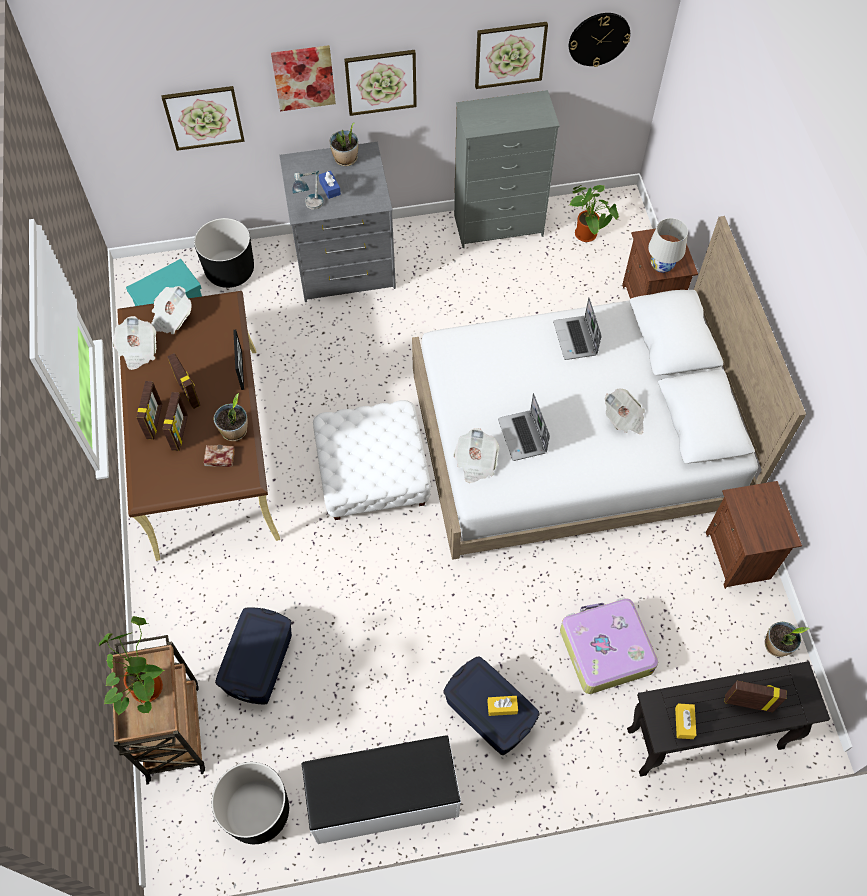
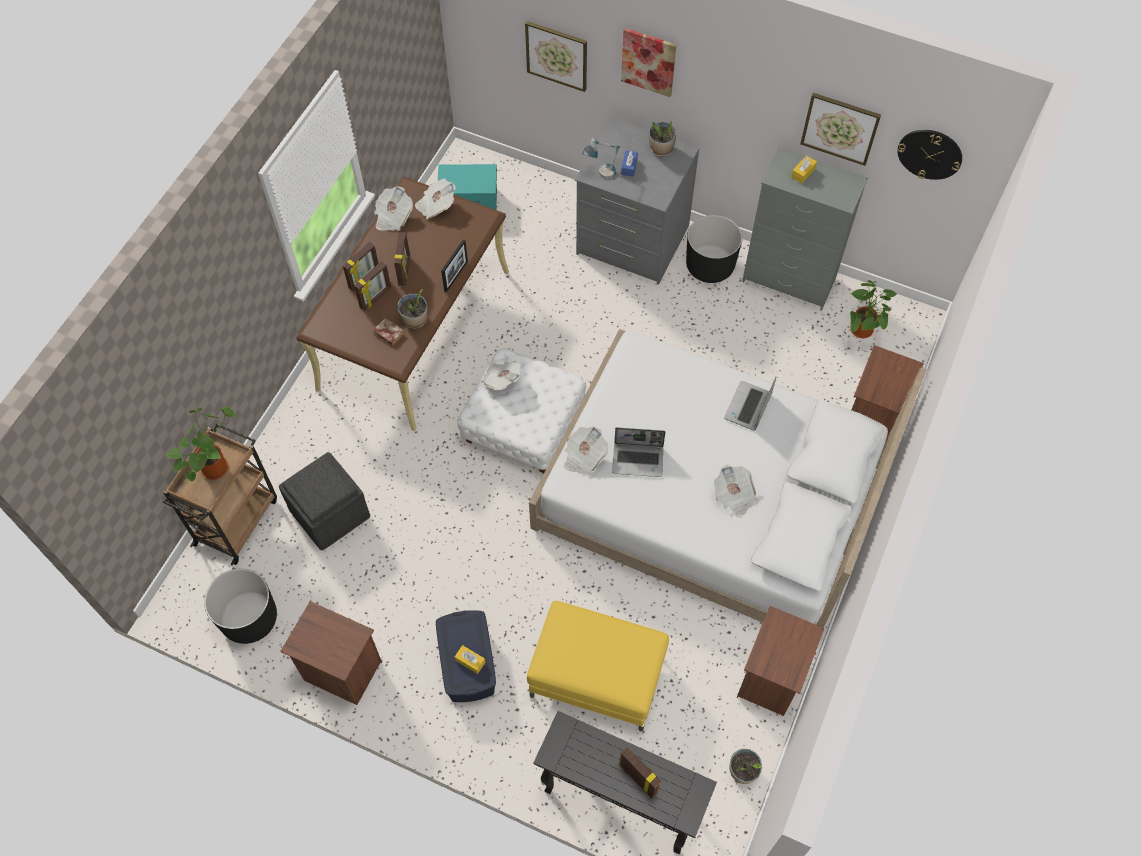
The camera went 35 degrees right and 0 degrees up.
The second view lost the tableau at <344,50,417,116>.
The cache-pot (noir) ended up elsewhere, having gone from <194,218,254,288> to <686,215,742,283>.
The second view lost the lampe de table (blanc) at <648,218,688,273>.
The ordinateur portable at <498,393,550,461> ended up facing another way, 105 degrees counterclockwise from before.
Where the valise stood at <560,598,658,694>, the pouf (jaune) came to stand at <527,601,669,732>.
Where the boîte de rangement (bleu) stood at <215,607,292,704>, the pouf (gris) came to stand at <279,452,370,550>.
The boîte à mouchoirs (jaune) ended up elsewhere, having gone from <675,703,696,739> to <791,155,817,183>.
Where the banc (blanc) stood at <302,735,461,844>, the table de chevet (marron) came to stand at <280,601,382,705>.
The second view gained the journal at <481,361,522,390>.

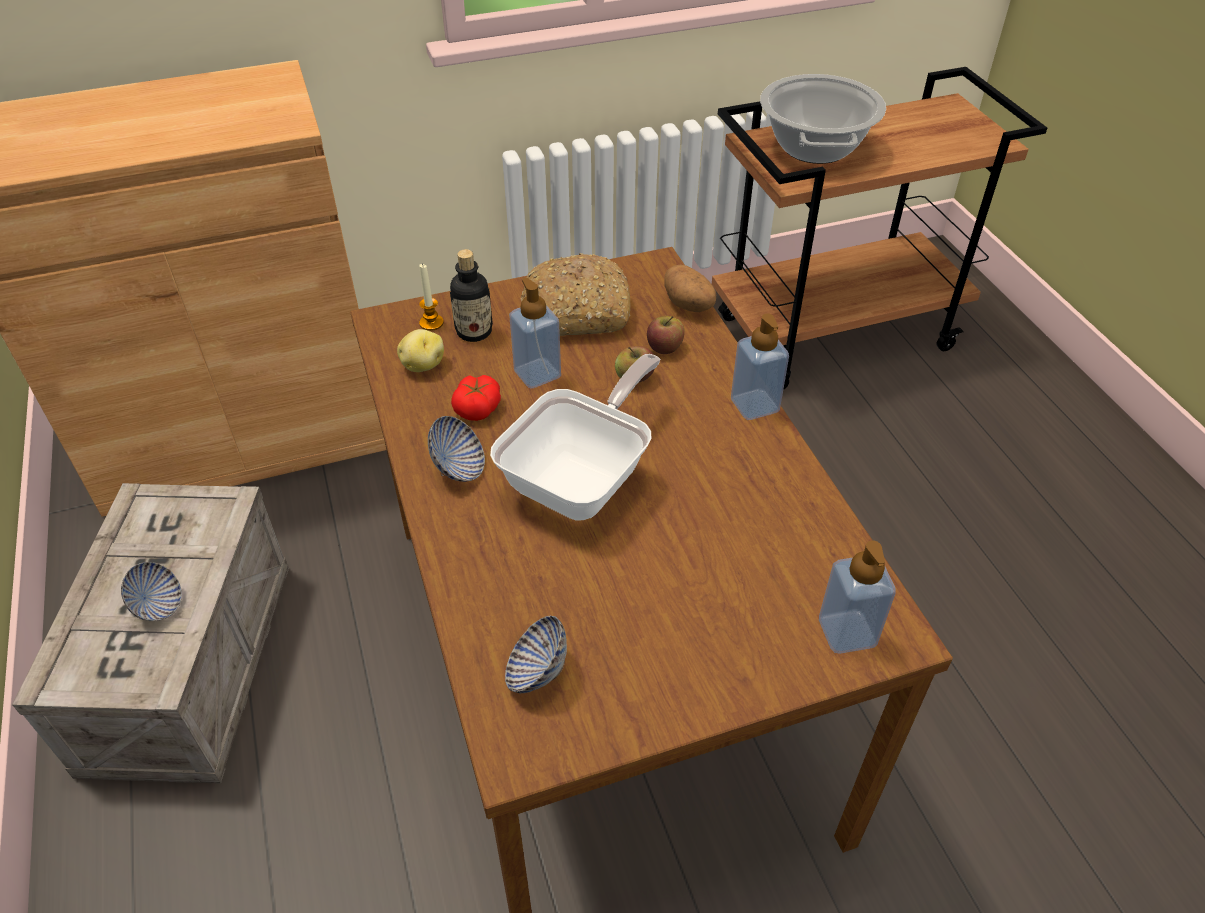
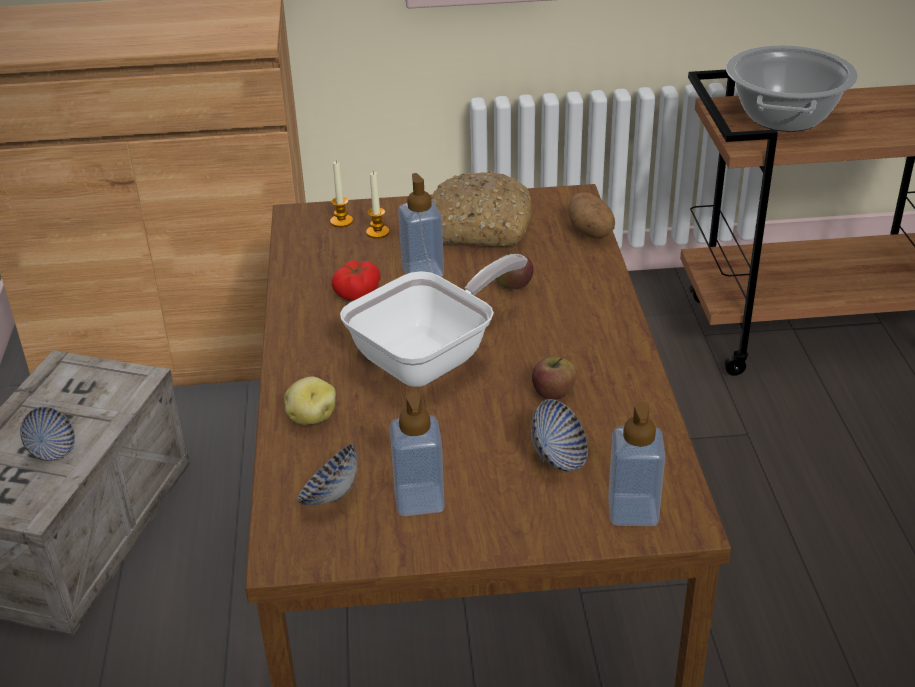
The camera went 15 degrees right and 10 degrees down.
Where the bouteille stood at <450,249,493,342>, the bougie came to stand at <366,171,390,239>.
The distributeur de savon ended up elsewhere, having gone from <731,314,789,420> to <390,392,445,516>.
The pomme ended up elsewhere, having gone from <647,316,685,354> to <532,357,576,400>.
The pomme de terre ended up elsewhere, having gone from <397,329,444,372> to <284,377,336,425>.
The bol ended up elsewhere, having gone from <428,416,485,482> to <531,399,588,471>.

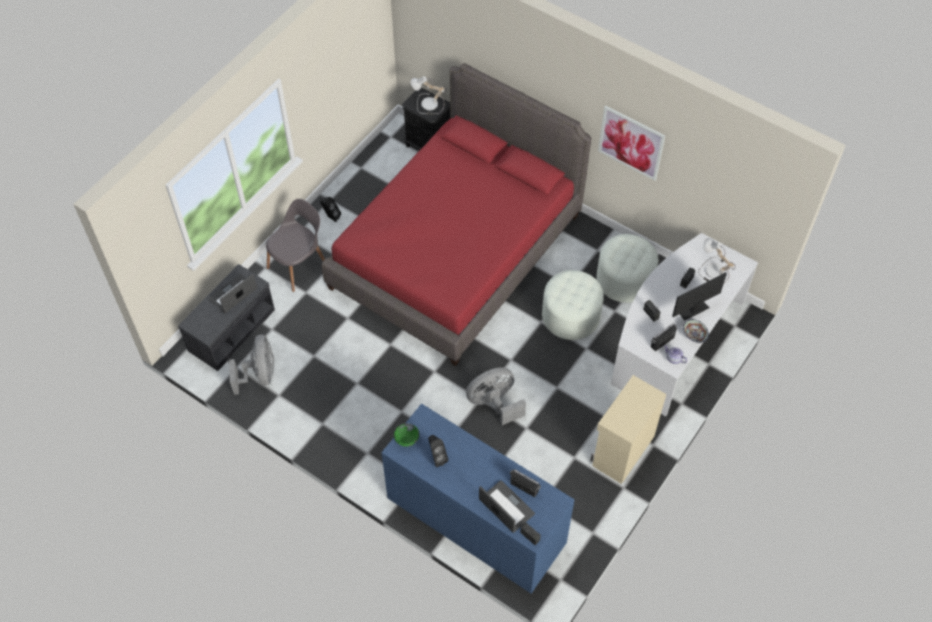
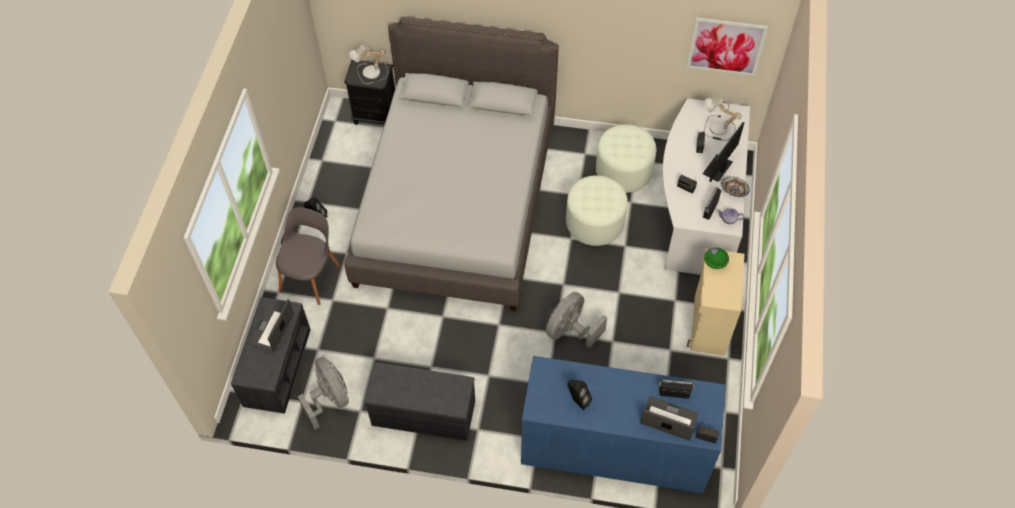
The camera went 25 degrees left and 0 degrees up.
What was the lit (rouge) at <321,63,592,366> turned into the lit (gris) at <344,17,559,311>.
The tableau ended up elsewhere, having gone from <598,105,665,181> to <686,18,768,76>.
The bol (vert) ended up elsewhere, having gone from <394,423,419,447> to <704,247,729,269>.
The second view gained the banc (gris) at <365,362,475,441>.

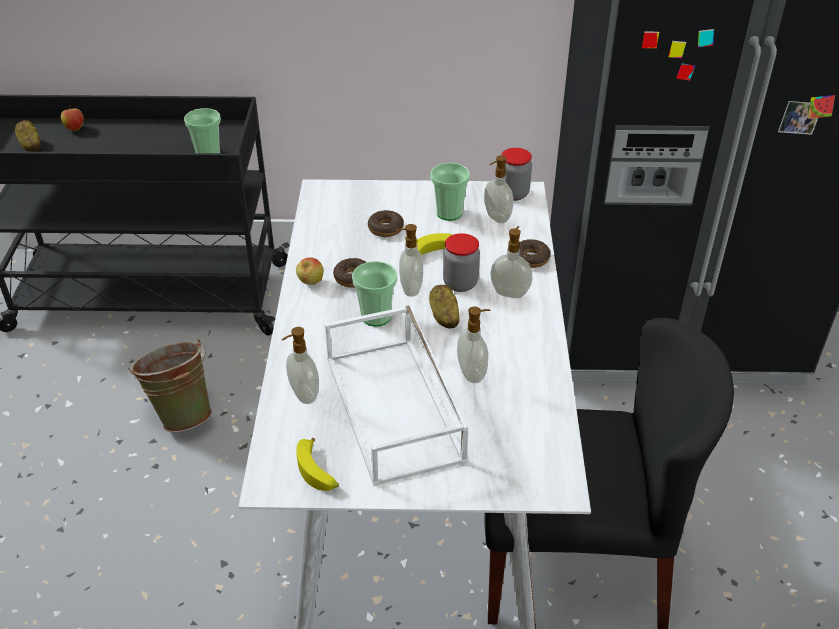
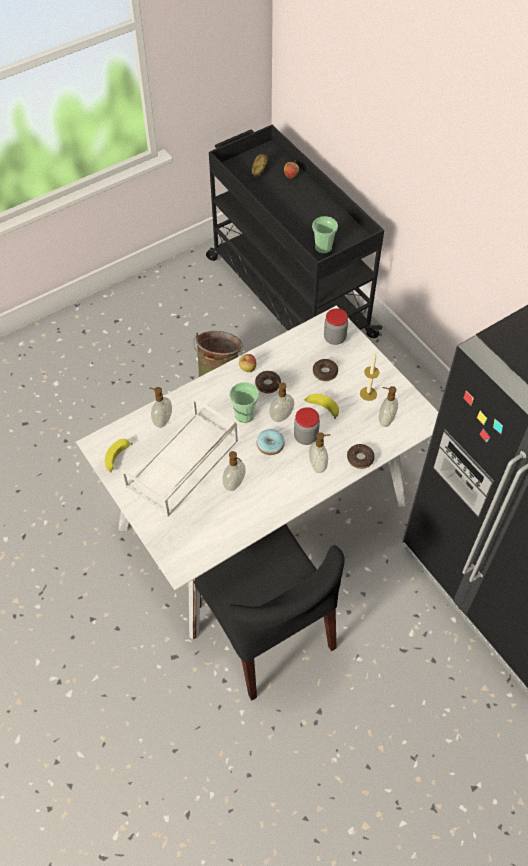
The camera went 55 degrees right and 15 degrees up.
The bocal ended up elsewhere, having gone from <501,148,532,201> to <324,308,348,345>.
Where the tasse stood at <431,163,470,221>, the bougie came to stand at <360,354,379,401>.
Where the pomme de terre stood at <429,285,460,329>, the beignet came to stand at <256,429,285,455>.

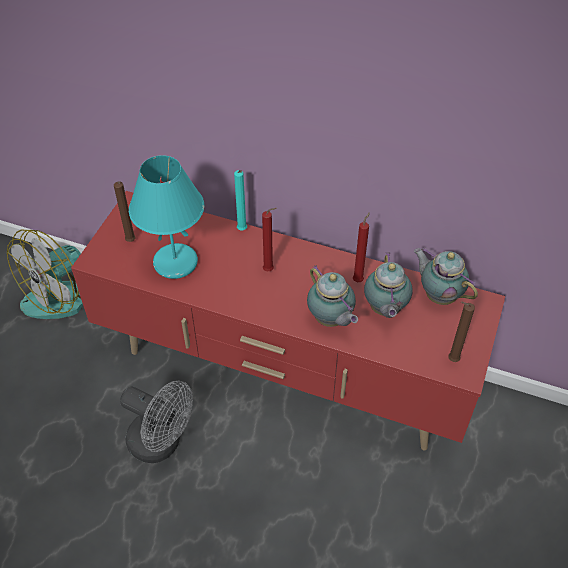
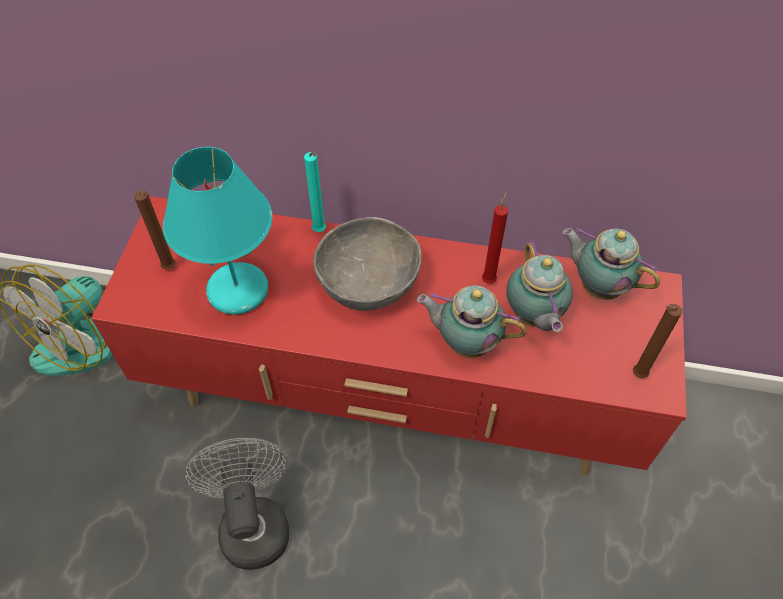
The camera went 10 degrees left and 5 degrees up.
Where the bougie (rouge) stood at <262,208,277,271>, the bol (gris) came to stand at <313,217,421,311>.
The théière at <307,265,358,327> ended up facing another way, 150 degrees clockwise from before.
The ventilateur (gris) at <120,381,193,463> ended up facing another way, 120 degrees counterclockwise from before.

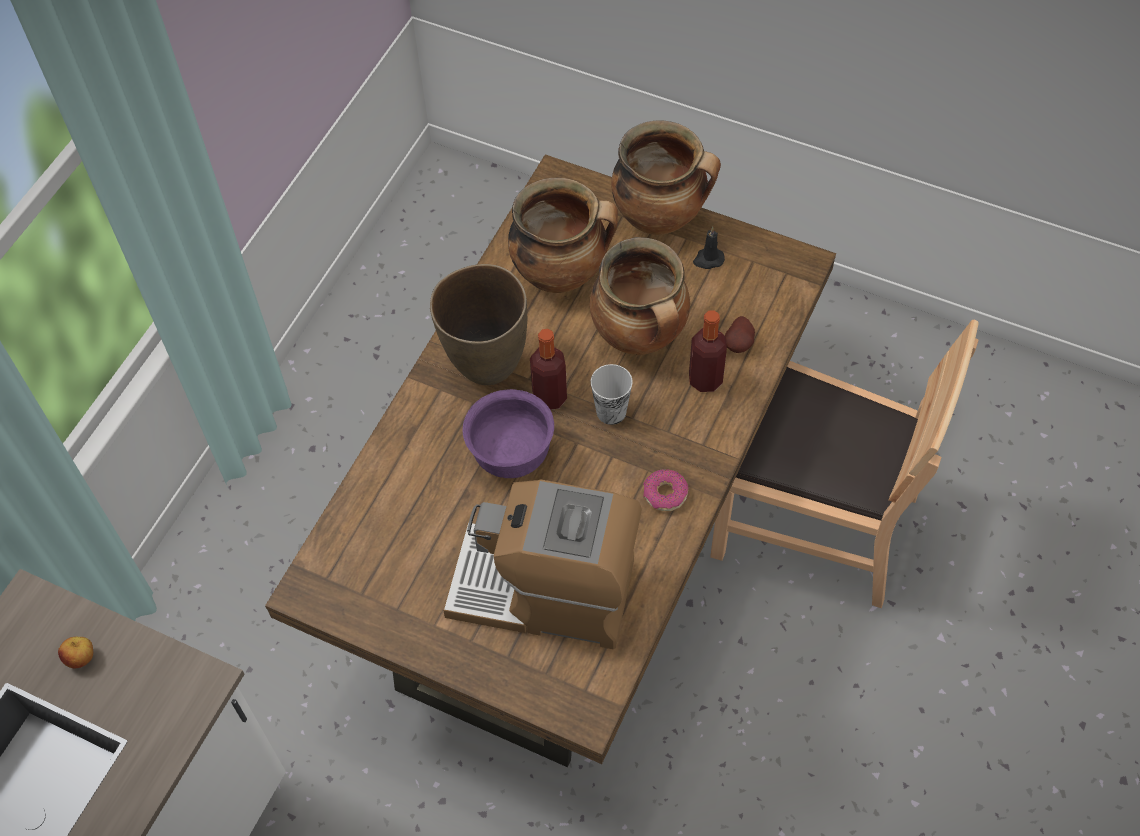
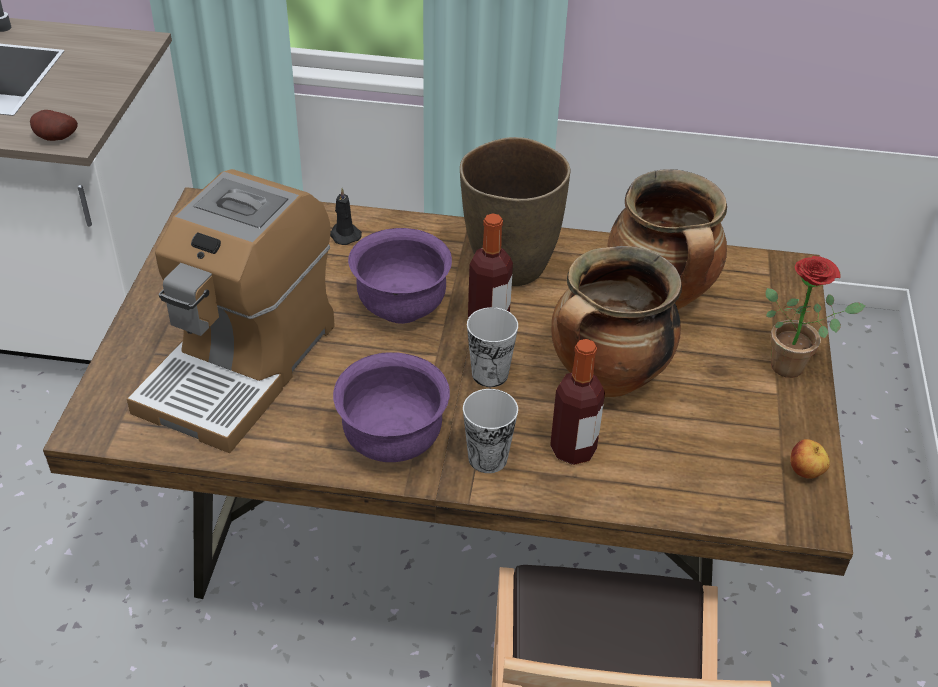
The camera went 70 degrees right and 15 degrees down.
Where the marmite stood at <611,120,721,235>, the plante en pot came to stand at <765,256,866,378>.
The bougie (noir) ended up elsewhere, having gone from <693,227,725,269> to <330,188,362,245>.
The pomme de terre ended up elsewhere, having gone from <725,316,755,353> to <30,110,78,141>.
Where the beignet stood at <643,469,688,511>, the bol (violet) came to stand at <333,352,450,462>.
The machine à café at <443,480,642,649> ended up facing another way, 150 degrees counterclockwise from before.
The pomme ended up elsewhere, having gone from <58,637,93,668> to <791,439,830,479>.
The second view gained the tasse at <463,389,518,473>.

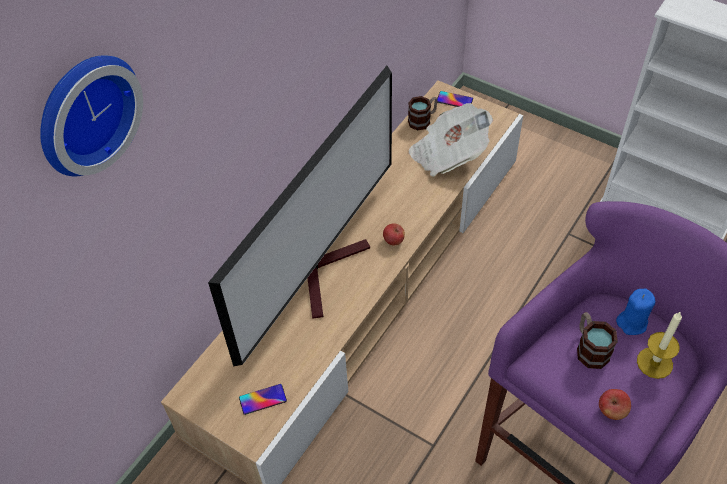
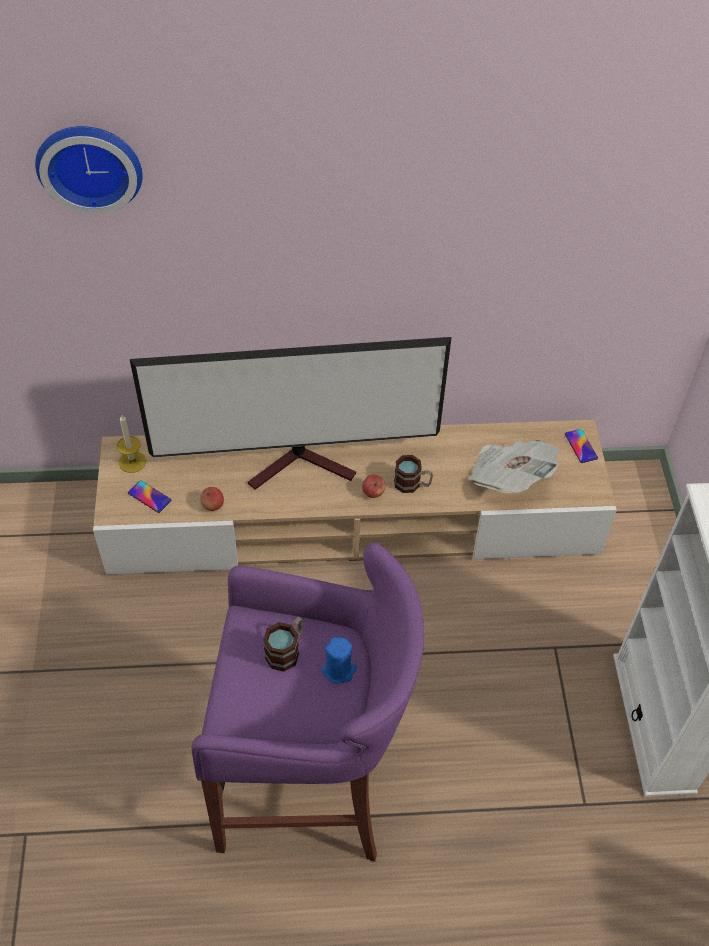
The camera went 50 degrees right and 0 degrees up.
The mug ended up elsewhere, having gone from <408,96,438,131> to <394,455,433,493>.
The bougie ended up elsewhere, having gone from <637,311,682,379> to <117,415,146,473>.
The pomme ended up elsewhere, having gone from <599,389,631,420> to <200,487,224,511>.

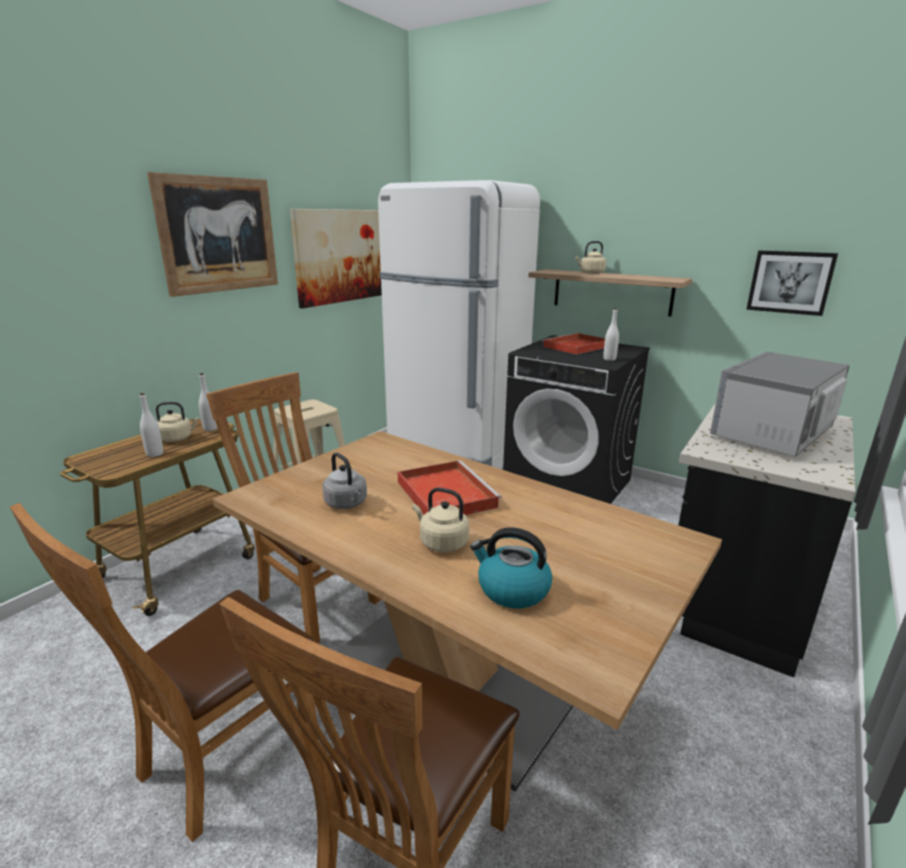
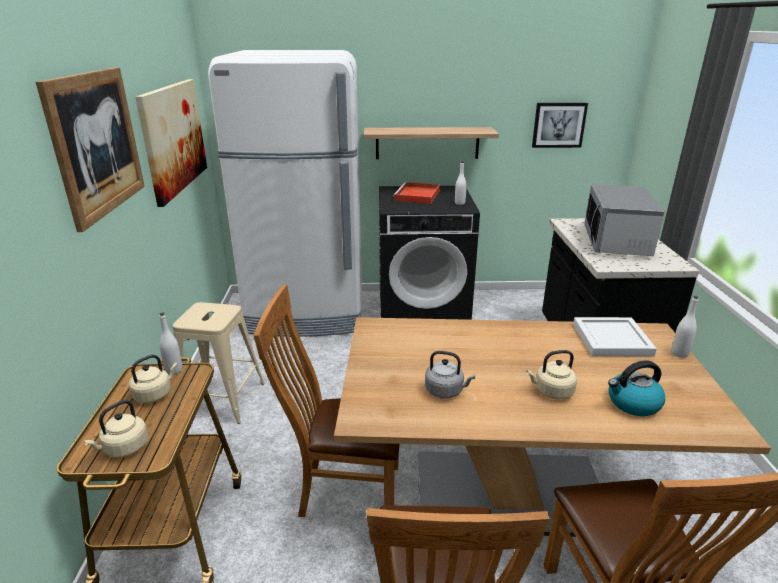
The camera went 35 degrees left and 5 degrees up.
The bouilloire (beige) ended up elsewhere, having gone from <575,241,606,274> to <84,400,148,458>.
The bouteille (blanc) ended up elsewhere, having gone from <140,393,163,457> to <671,296,699,358>.
The second view lost the plateau (rouge) at <398,460,502,515>.
The second view gained the plateau (blanc) at <573,317,657,356>.

